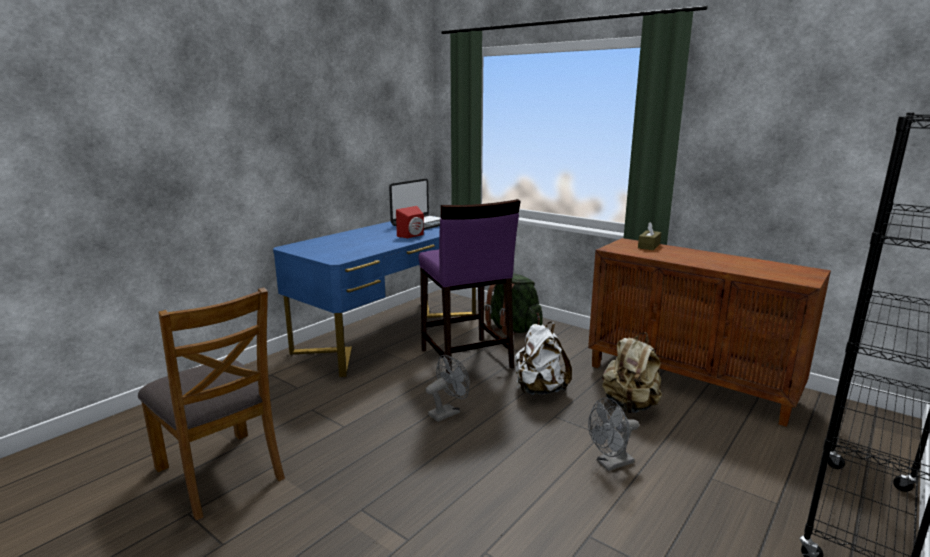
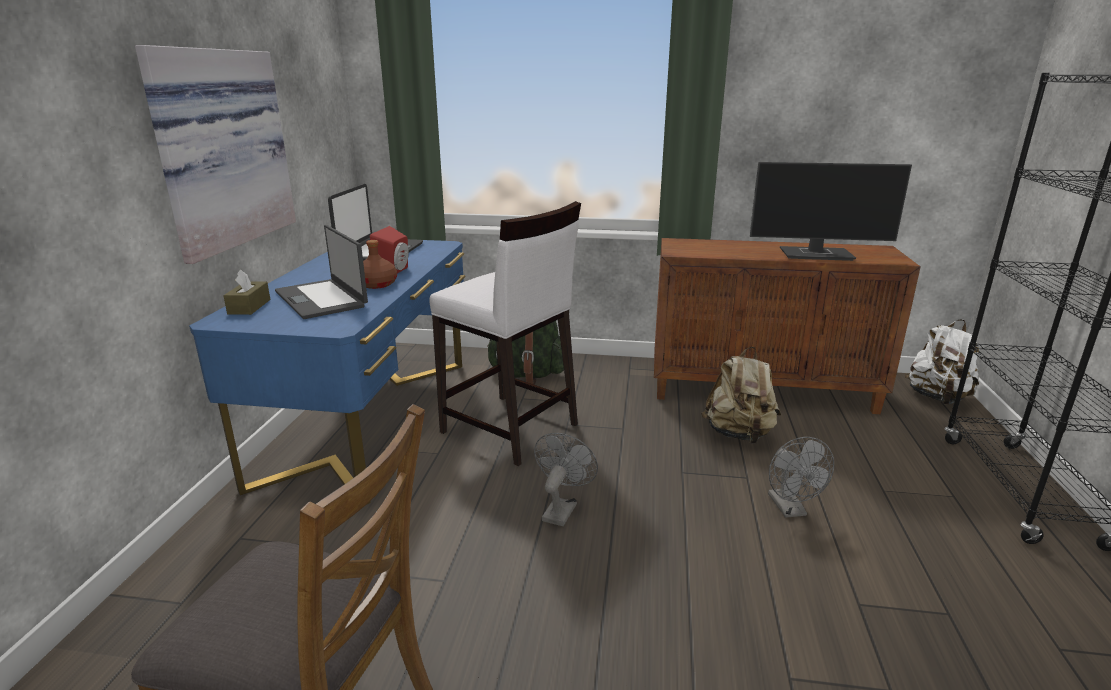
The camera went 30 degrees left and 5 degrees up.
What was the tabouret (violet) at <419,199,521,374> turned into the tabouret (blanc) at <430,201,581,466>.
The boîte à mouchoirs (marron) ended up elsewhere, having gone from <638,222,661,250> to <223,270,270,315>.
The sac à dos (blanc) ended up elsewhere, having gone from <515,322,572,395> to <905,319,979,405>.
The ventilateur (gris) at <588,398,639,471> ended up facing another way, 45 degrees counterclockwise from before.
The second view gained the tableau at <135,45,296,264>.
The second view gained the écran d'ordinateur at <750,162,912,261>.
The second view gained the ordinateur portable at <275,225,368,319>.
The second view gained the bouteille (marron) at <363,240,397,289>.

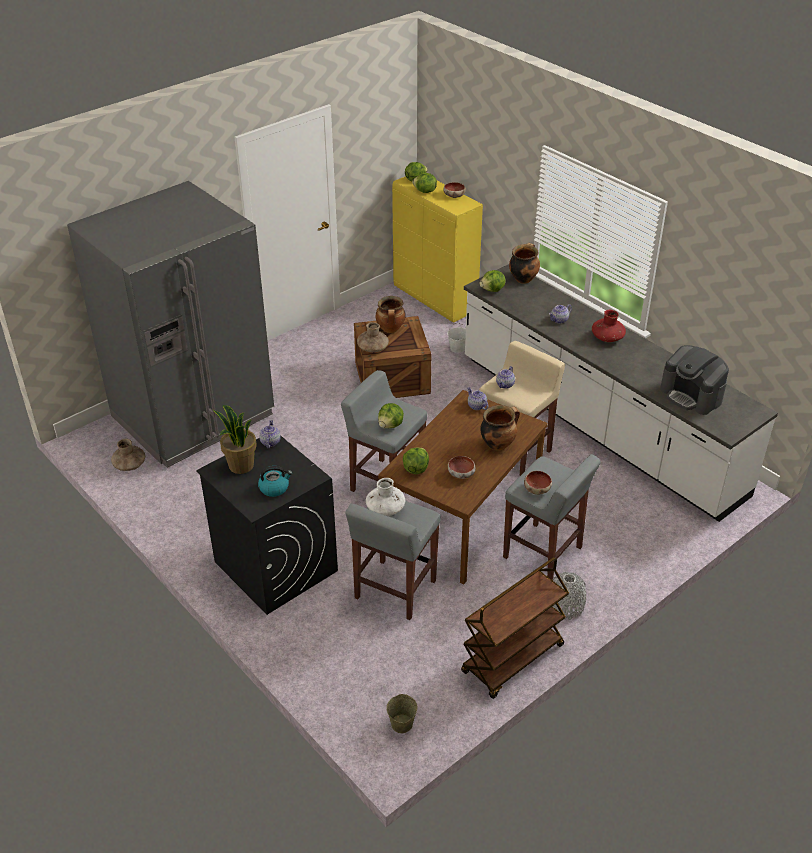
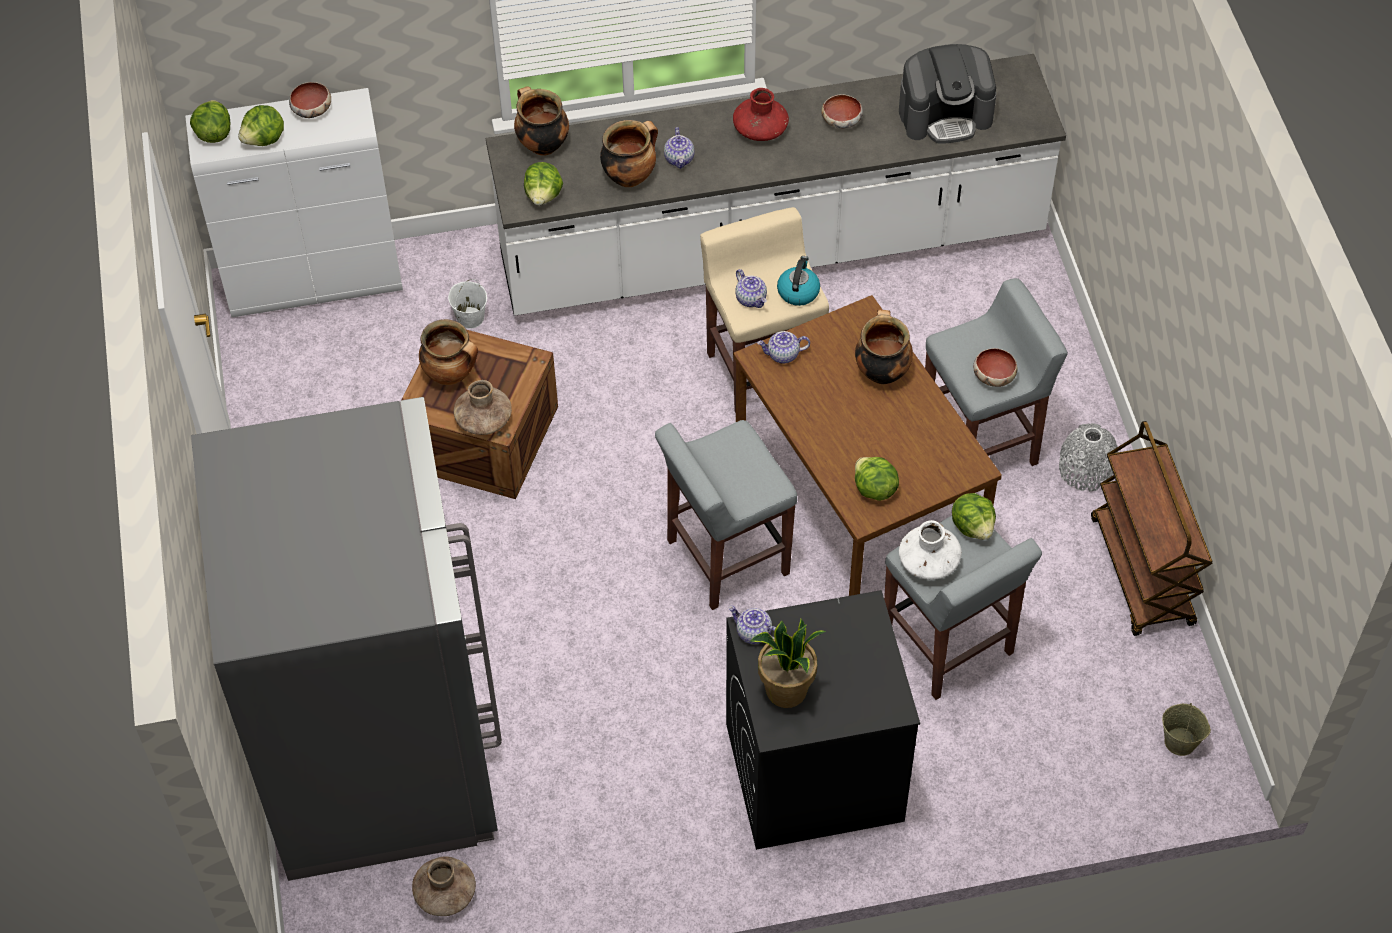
The camera went 60 degrees left and 15 degrees up.
What was the meuble de rangement (jaune) at <392,176,483,323> turned into the meuble de rangement (blanc) at <185,88,403,317>.
The laitue ended up elsewhere, having gone from <378,403,404,428> to <952,493,996,540>.
The bol ended up elsewhere, having gone from <448,456,476,479> to <821,94,863,129>.
The bouilloire ended up elsewhere, having gone from <258,466,292,497> to <777,256,820,306>.
The second view gained the marmite at <600,120,658,187>.

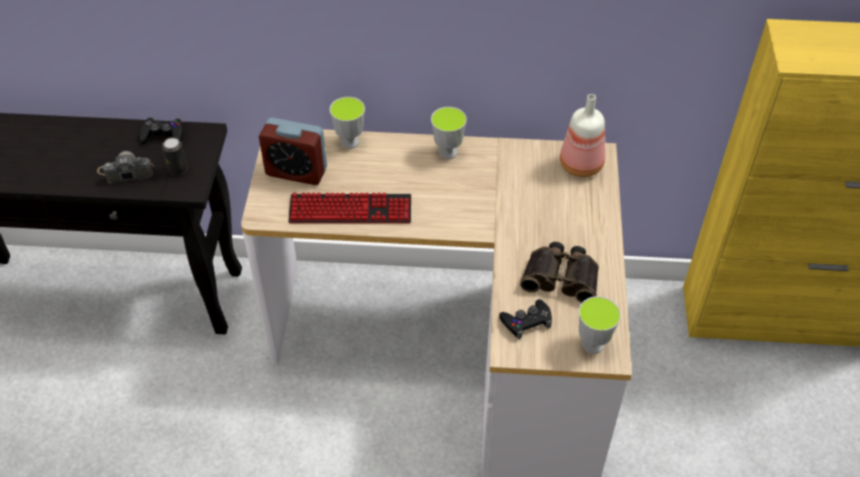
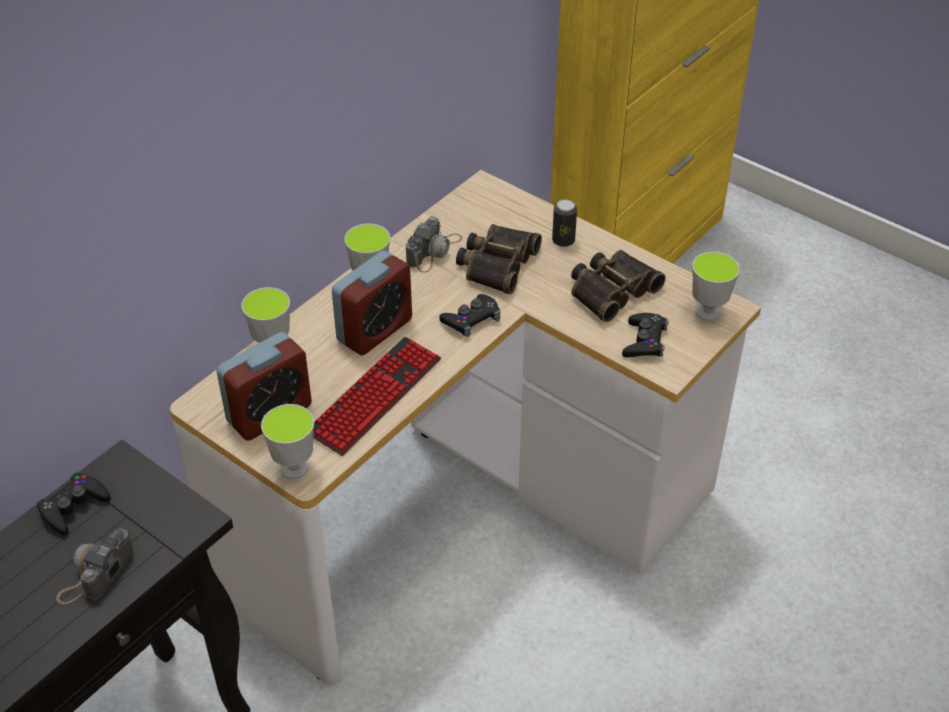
The camera went 55 degrees left and 5 degrees down.
The second view lost the bouteille at <560,94,606,177>.
The boîte métallique ended up elsewhere, having gone from <162,138,187,175> to <552,199,577,247>.
The second view gained the appareil photo at <406,216,462,273>.
The second view gained the jumelles at <456,224,542,295>.
The second view gained the réveil at <331,251,412,355>.
The second view gained the manette (noir) at <439,294,501,337>.
The second view gained the tasse at <261,404,314,479>.

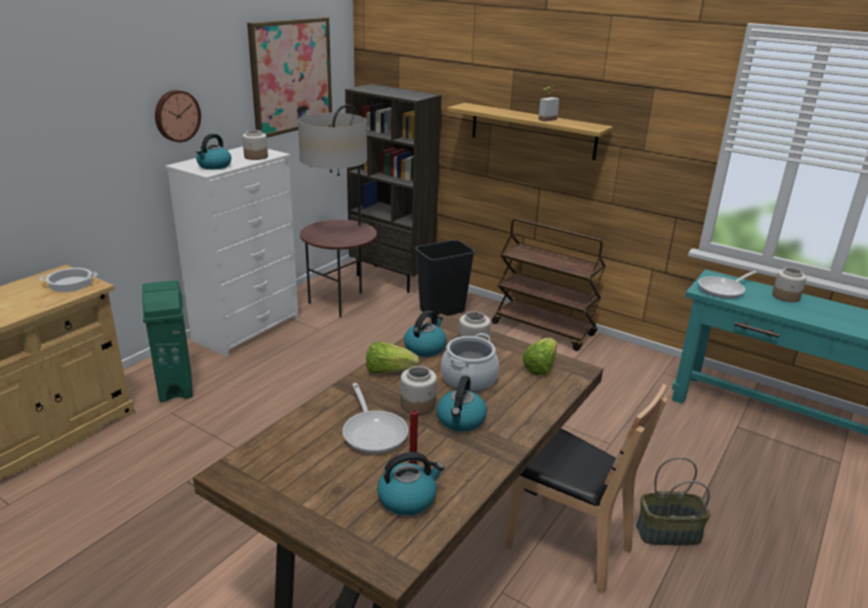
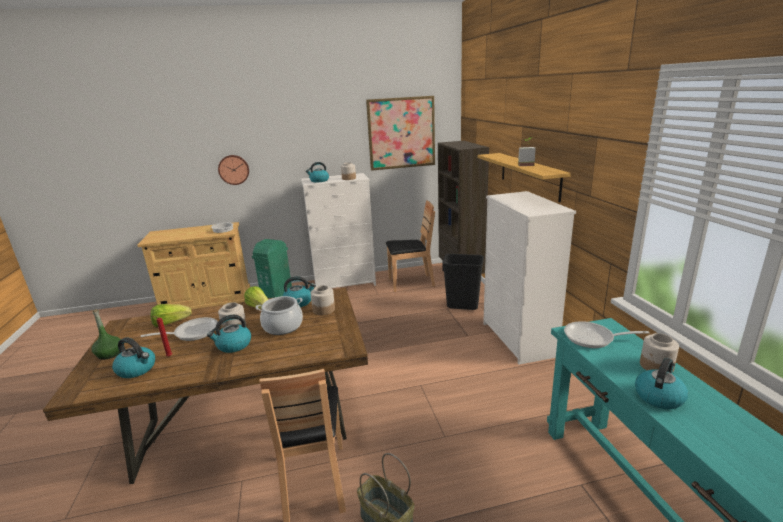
The camera went 45 degrees right and 5 degrees down.
The horloge murale ended up elsewhere, having gone from <155,90,201,142> to <218,155,249,185>.
Where the lampadaire stood at <298,105,377,317>, the chaise (marron) came to stand at <386,200,435,292>.
Where the chariot (marron) stood at <492,219,606,351>, the commode (blanc) came to stand at <483,191,576,365>.
The laitue ended up elsewhere, having gone from <523,338,557,375> to <151,304,191,327>.
The poêle at <342,383,408,454> ended up facing another way, 135 degrees counterclockwise from before.
The second view gained the bouteille (vert) at <92,309,121,360>.
The second view gained the bouilloire at <635,358,688,409>.

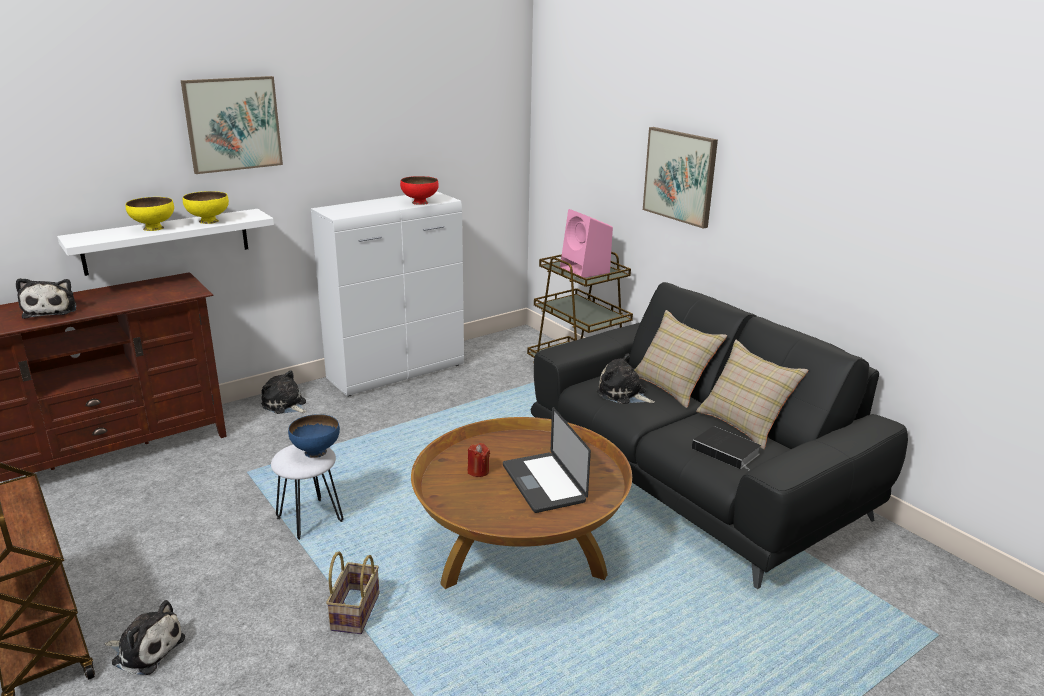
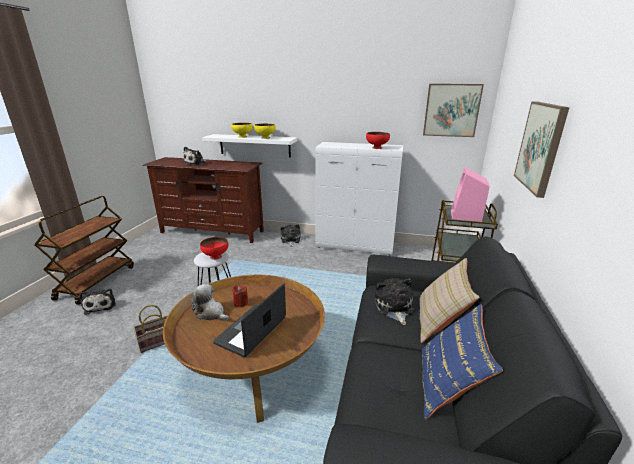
The camera went 50 degrees right and 0 degrees up.
The tableau ended up elsewhere, having gone from <181,76,283,174> to <423,84,484,137>.
What was the coussin (beige) at <696,340,809,449> turned into the coussin (bleu) at <422,304,503,420>.
What was the bol (bleu) at <288,414,340,458> turned into the bol (rouge) at <200,237,228,260>.
The second view lost the livre at <692,426,761,470>.
The second view gained the peluche at <190,284,229,321>.

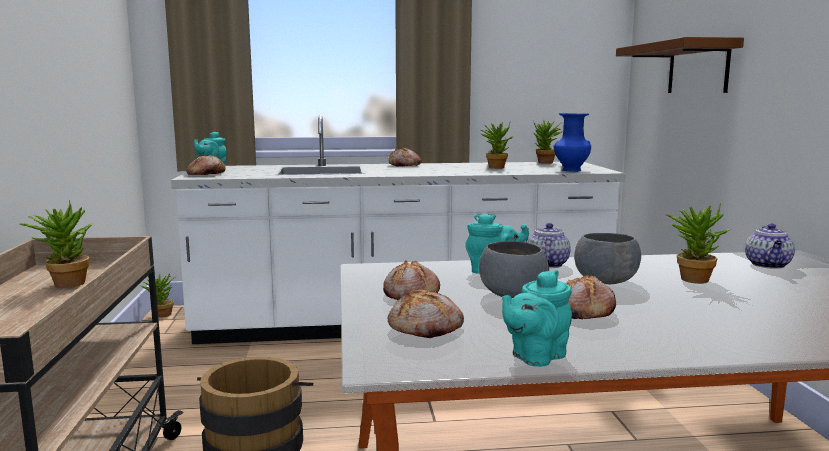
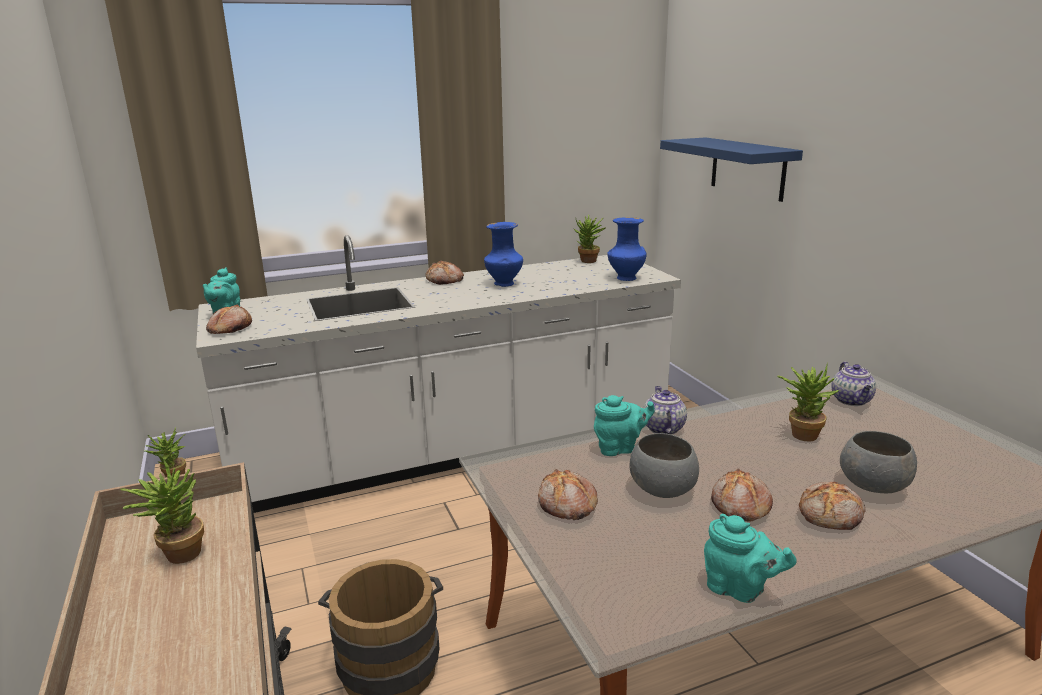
The camera went 15 degrees left and 10 degrees up.
What was the étagère (marron) at <616,37,744,93> turned into the étagère (bleu) at <660,137,803,202>.
The second view lost the plante en pot at <480,122,514,169>.
The bol (gris) ended up elsewhere, having gone from <574,233,641,284> to <840,431,917,493>.
The théière (turquoise) at <502,270,572,367> ended up facing another way, 90 degrees counterclockwise from before.
The pain ended up elsewhere, having gone from <388,289,464,338> to <799,482,866,530>.
The second view gained the vase (bleu) at <484,222,523,287>.

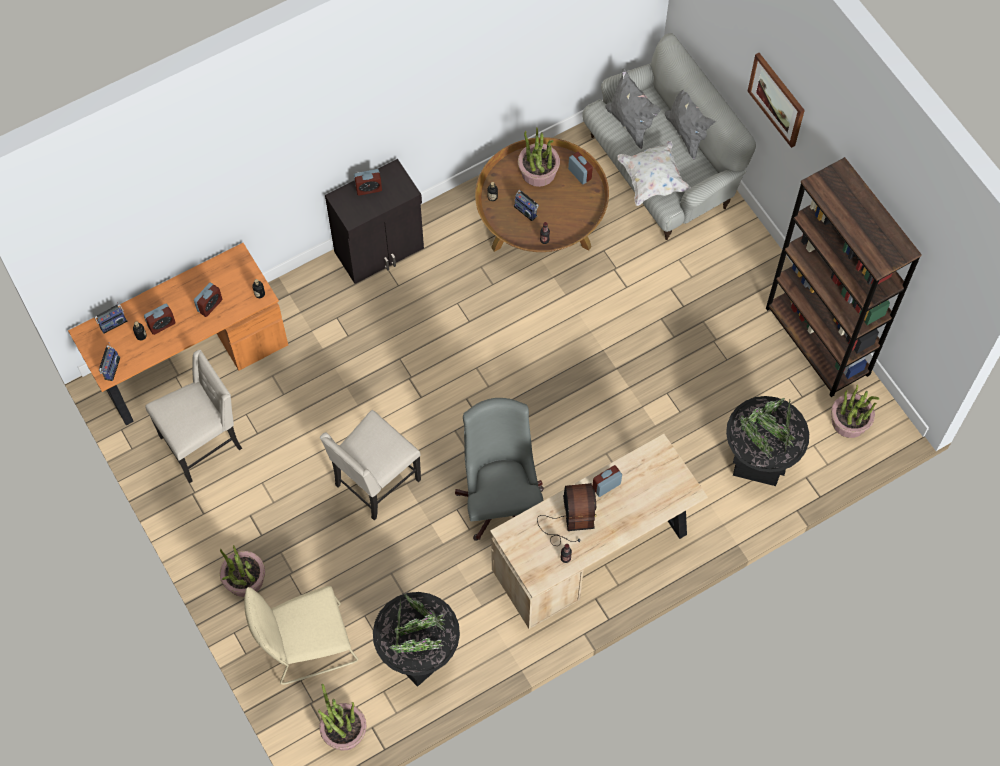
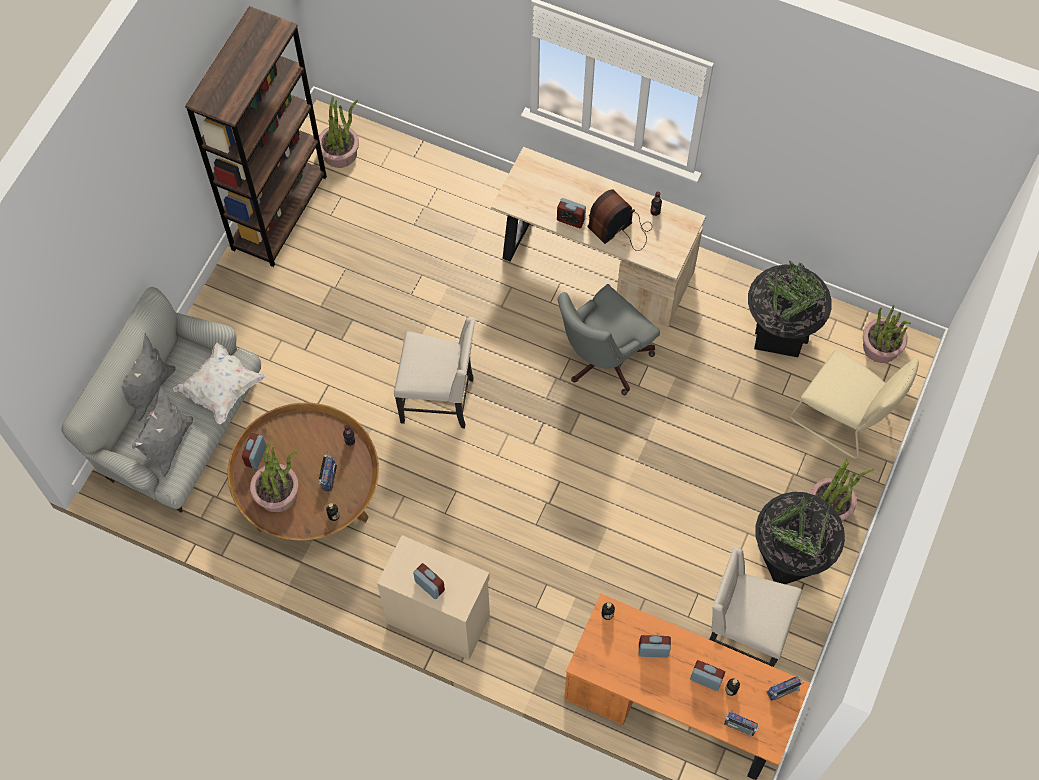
The camera went 125 degrees left and 0 degrees up.
The second view lost the tableau at <748,53,805,148>.
What was the meuble de rangement (noir) at <325,159,424,284> turned into the meuble de rangement (beige) at <377,535,490,660>.
The cache-pot (noir) ended up elsewhere, having gone from <726,396,809,486> to <755,492,845,584>.
The chaise (beige) ended up elsewhere, having gone from <320,410,421,520> to <394,317,476,429>.

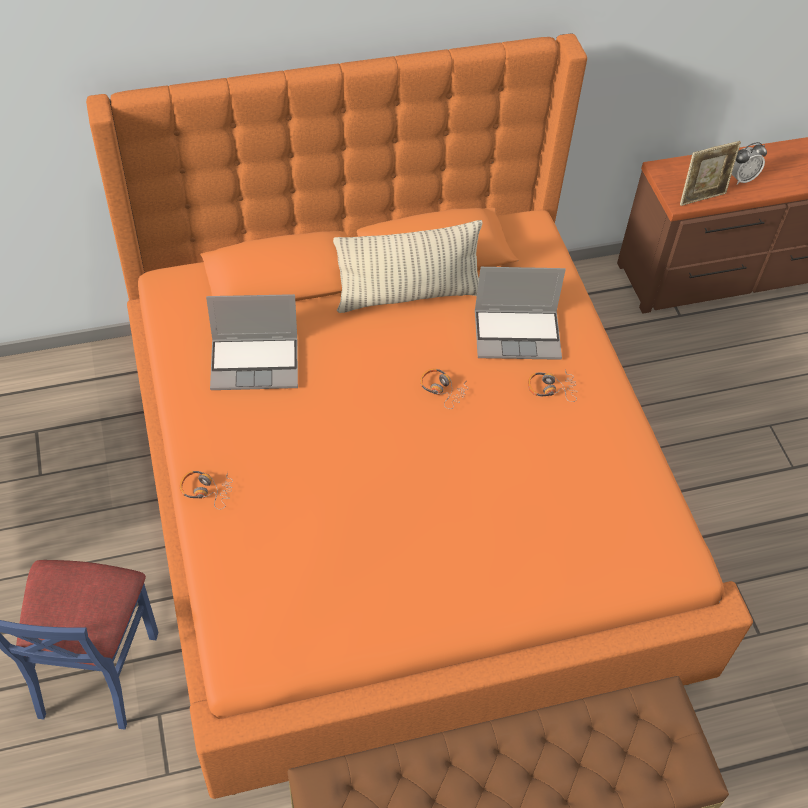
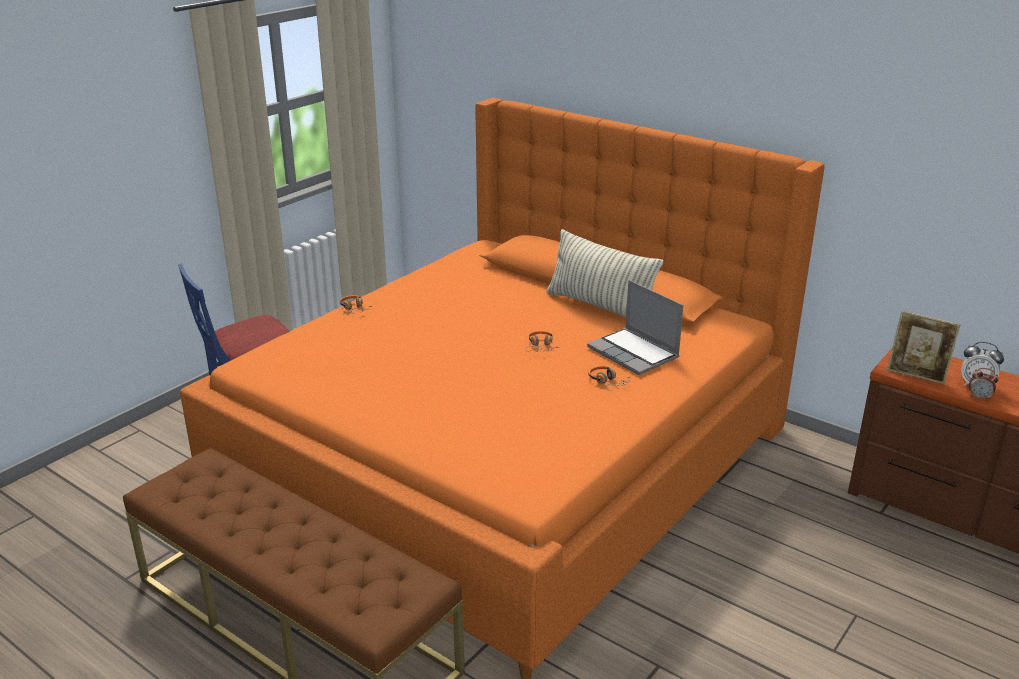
The camera went 55 degrees right and 25 degrees down.
The second view lost the ordinateur portable at <206,294,298,390>.
The second view gained the réveil at <969,368,999,401>.

